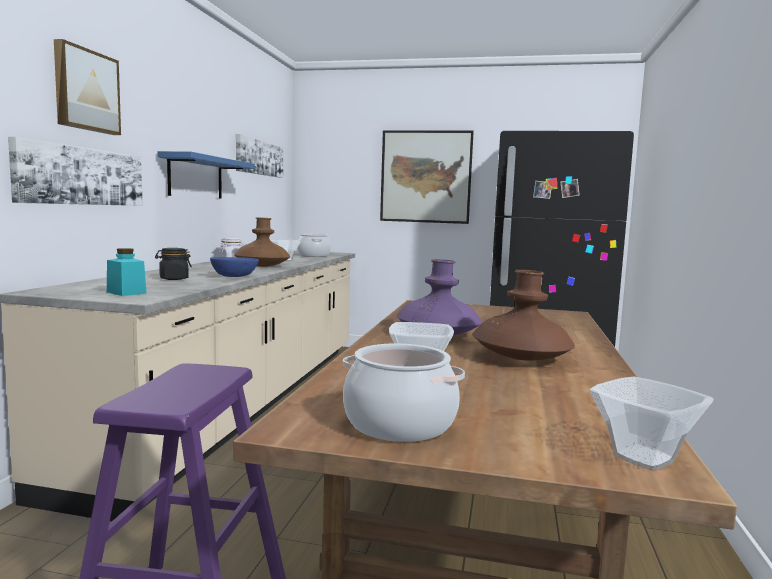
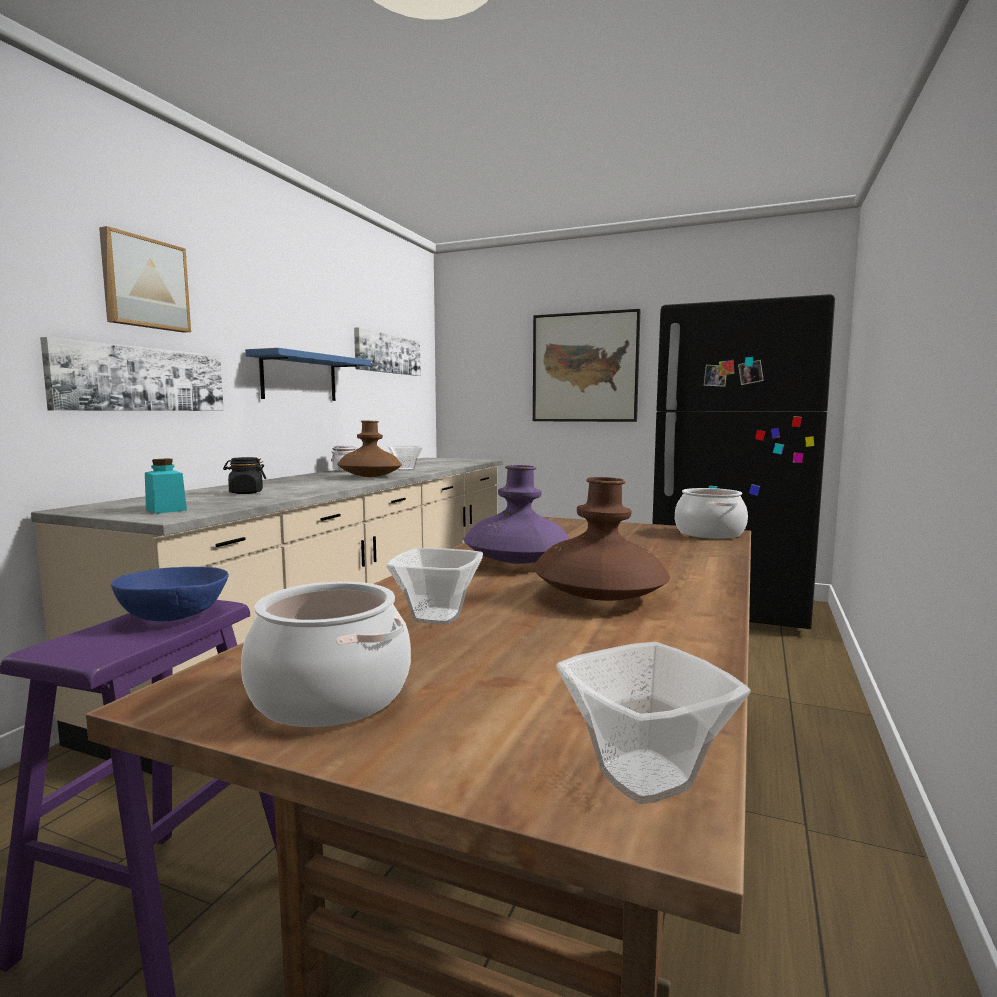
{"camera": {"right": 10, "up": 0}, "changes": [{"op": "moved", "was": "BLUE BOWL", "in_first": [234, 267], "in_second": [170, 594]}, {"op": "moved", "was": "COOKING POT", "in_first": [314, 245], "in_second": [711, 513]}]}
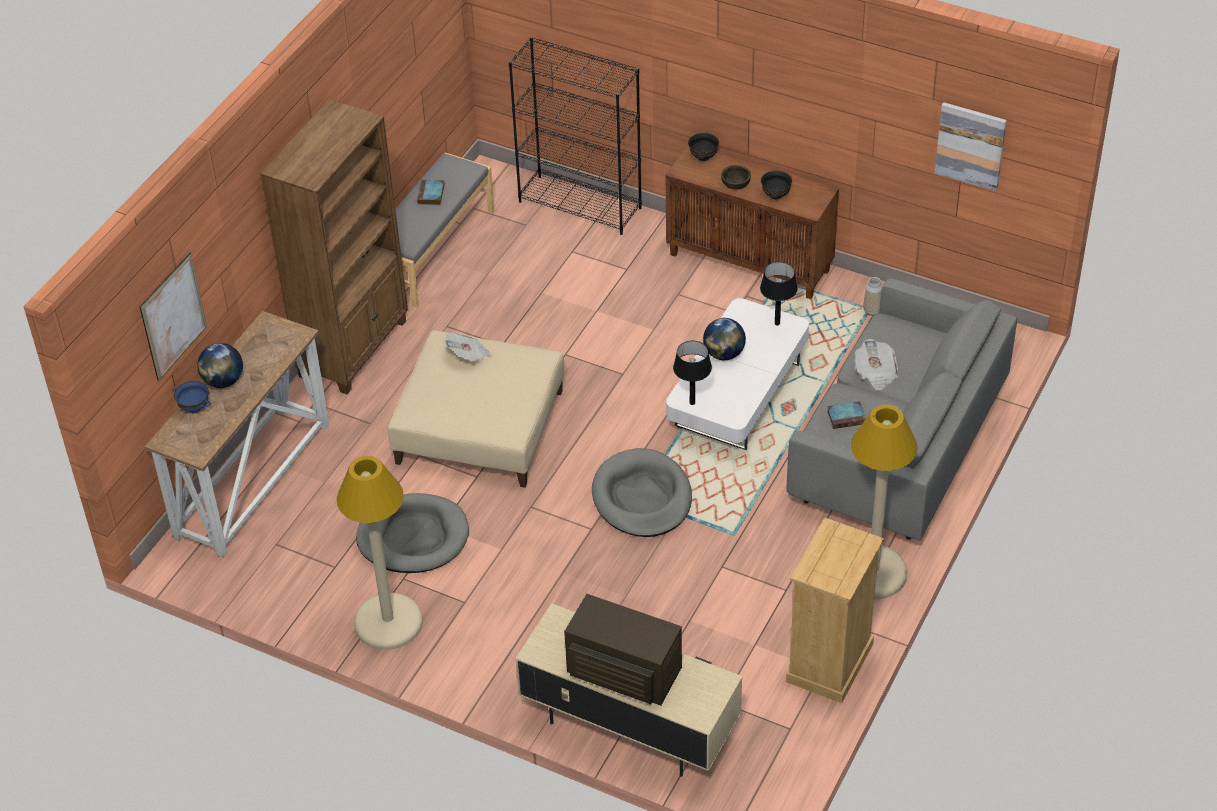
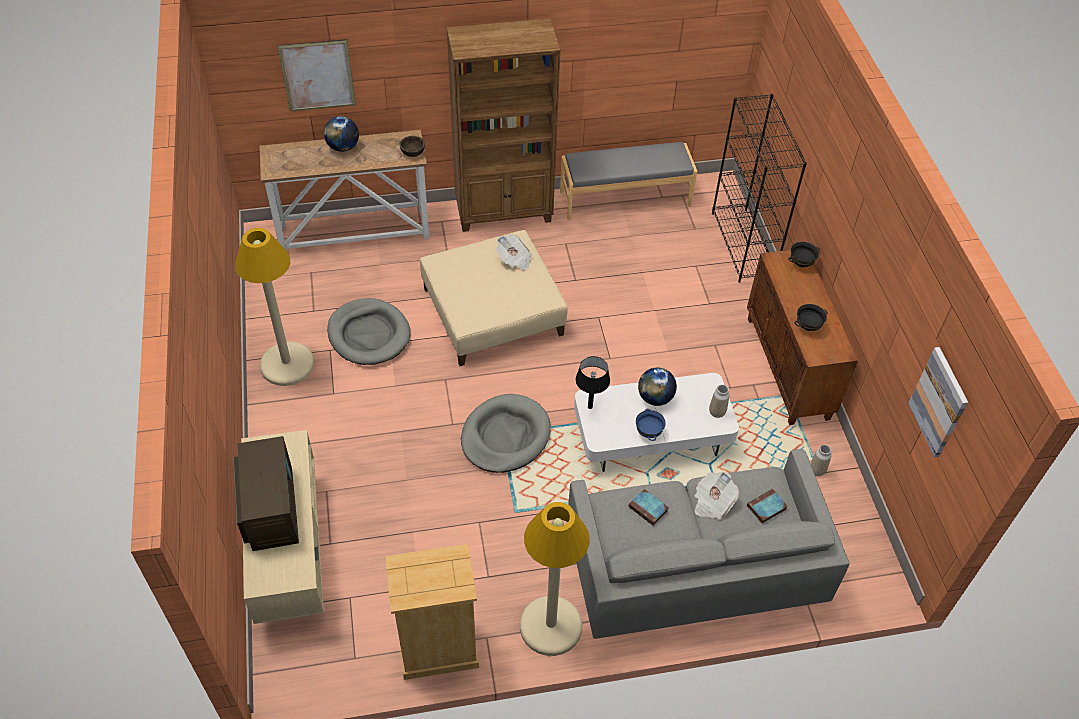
{"camera": {"right": 50, "up": 5}, "changes": [{"op": "moved", "was": "BROWN BOWL", "in_first": [736, 177], "in_second": [412, 146]}, {"op": "moved", "was": "BLUE BOWL", "in_first": [192, 397], "in_second": [651, 424]}, {"op": "replaced", "was": "BLACK TABLE LAMP", "now": "VASE", "in_first": [779, 293], "in_second": [719, 401]}, {"op": "moved", "was": "BOOK", "in_first": [431, 192], "in_second": [767, 506]}]}
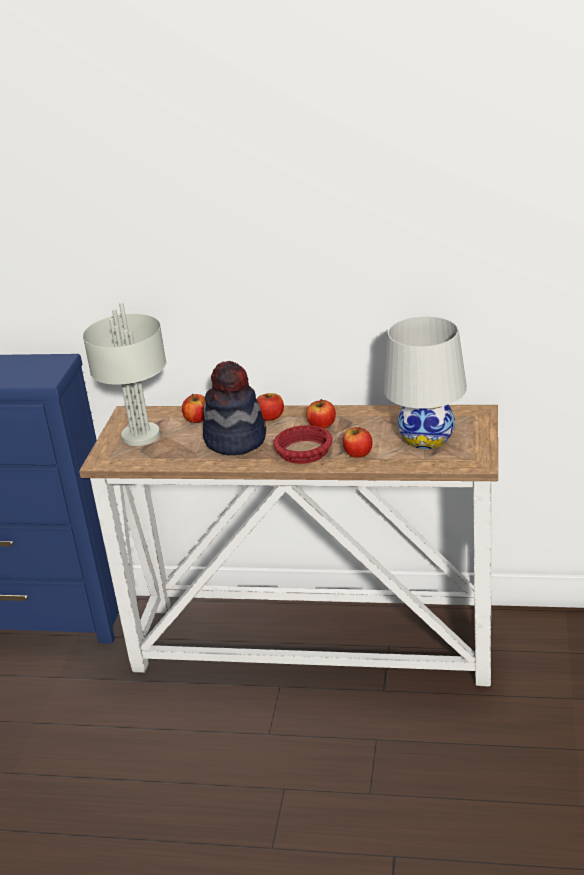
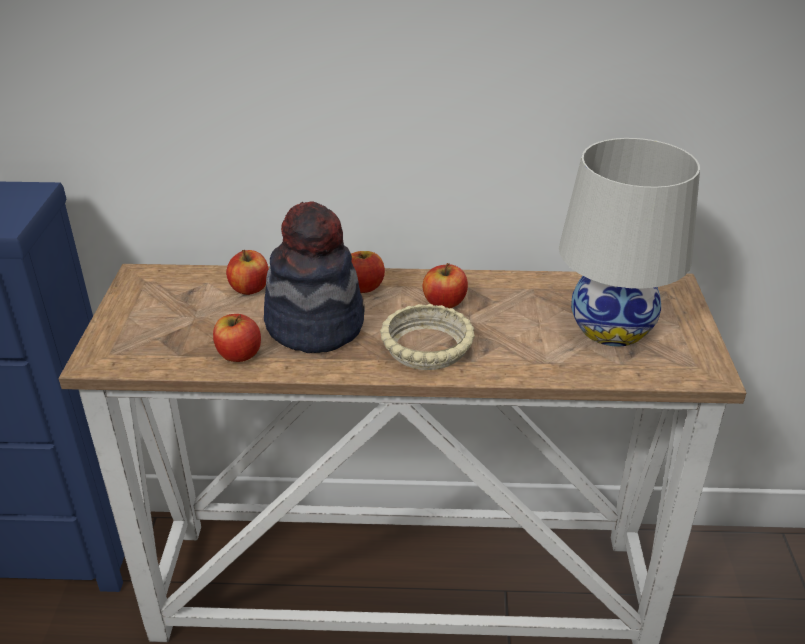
{"camera": {"right": -10, "up": 5}, "changes": [{"op": "moved", "was": "APPLE", "in_first": [357, 442], "in_second": [237, 338]}, {"op": "recoloured", "was": "RED BOWL", "now": "BEIGE BOWL", "in_first": [303, 444], "in_second": [427, 337]}, {"op": "removed", "was": "GREY TABLE LAMP", "in_first": [125, 374]}]}
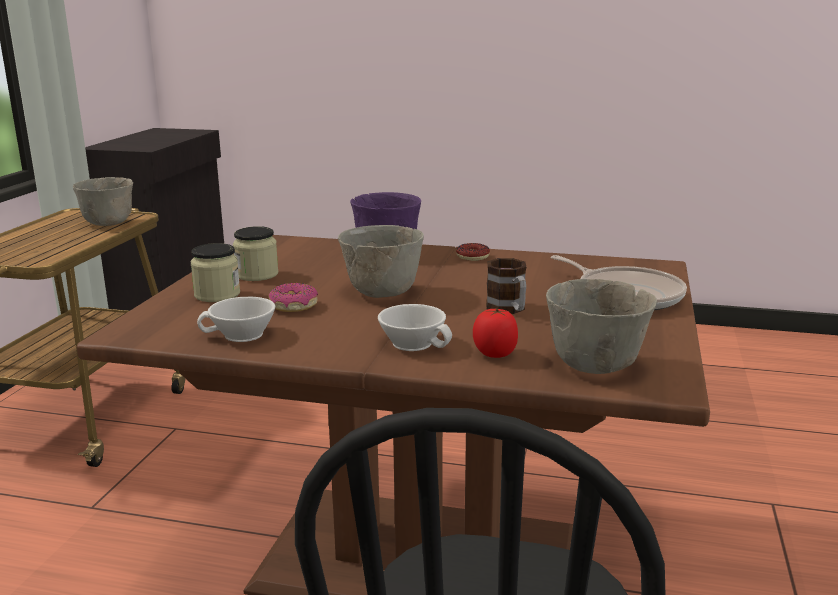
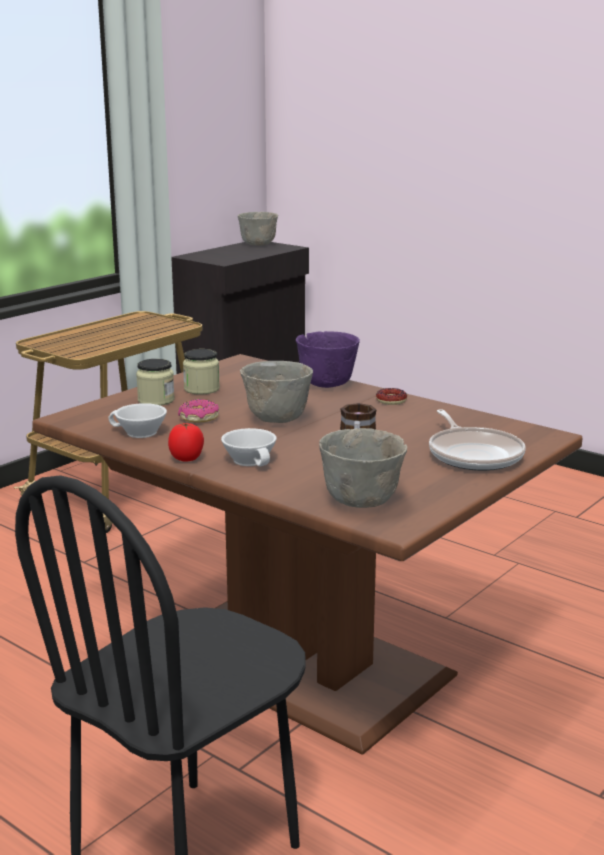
{"camera": {"right": 25, "up": 0}, "changes": [{"op": "moved", "was": "TOMATO", "in_first": [495, 333], "in_second": [186, 442]}, {"op": "moved", "was": "GREY BOWL", "in_first": [103, 201], "in_second": [258, 229]}]}
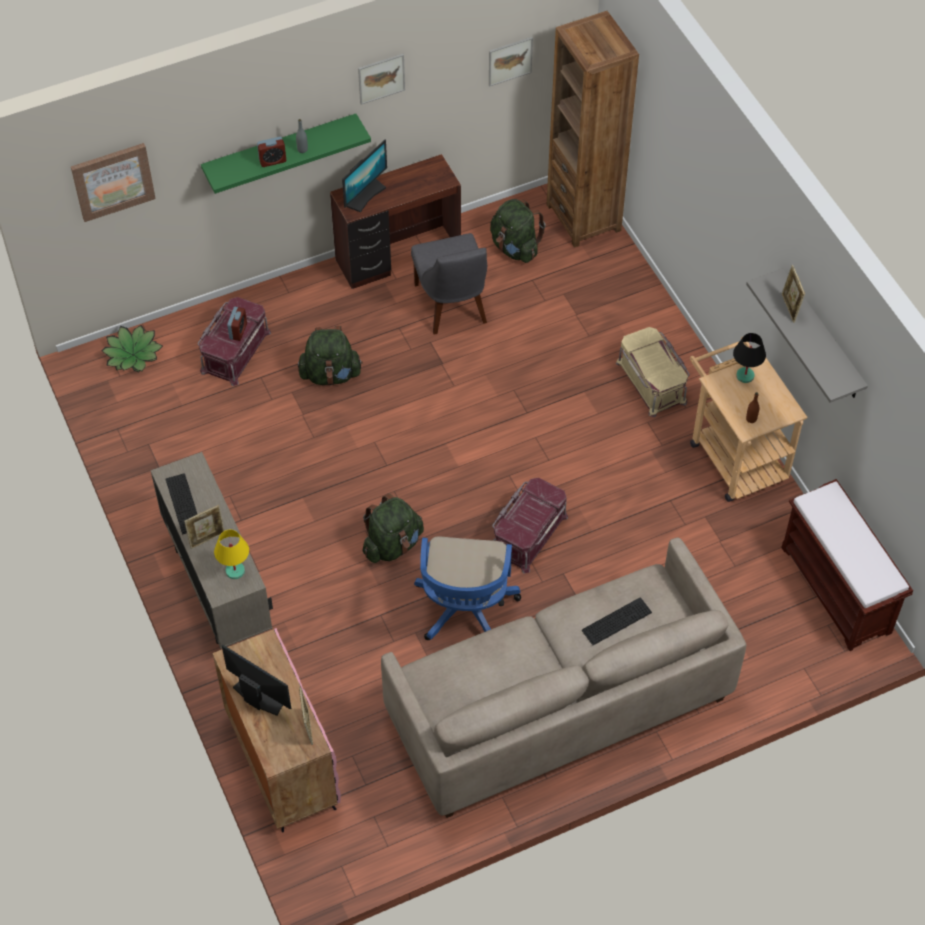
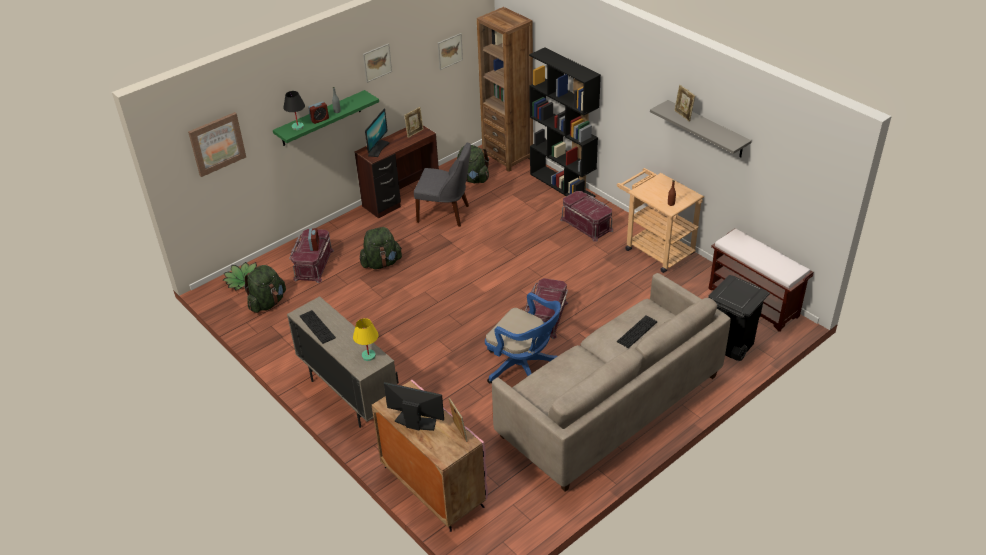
{"camera": {"right": -15, "up": -15}, "changes": [{"op": "moved", "was": "GREEN BACKPACK", "in_first": [393, 528], "in_second": [265, 289]}, {"op": "moved", "was": "BLACK TABLE LAMP", "in_first": [749, 358], "in_second": [294, 110]}, {"op": "moved", "was": "PICTURE FRAME", "in_first": [204, 527], "in_second": [413, 122]}, {"op": "turned", "was": "GREY CHAIR", "in_first": [449, 284], "in_second": [442, 184], "clockwise": -45}, {"op": "turned", "was": "BLUE OFFICE CHAIR", "in_first": [467, 588], "in_second": [523, 337], "clockwise": -45}, {"op": "added", "now": "BLACK BOOKCASE", "in_second": [565, 122]}, {"op": "recoloured", "was": "BEIGE STORAGE BOX", "now": "RED STORAGE BOX", "in_first": [653, 372], "in_second": [586, 216]}, {"op": "added", "now": "BLACK TRASH CAN", "in_second": [739, 318]}]}
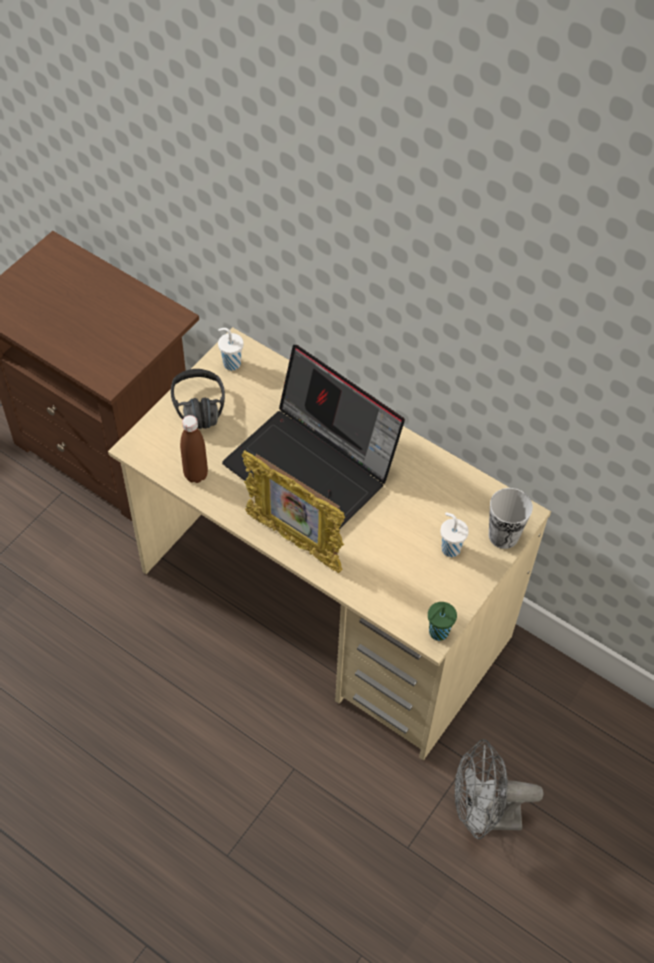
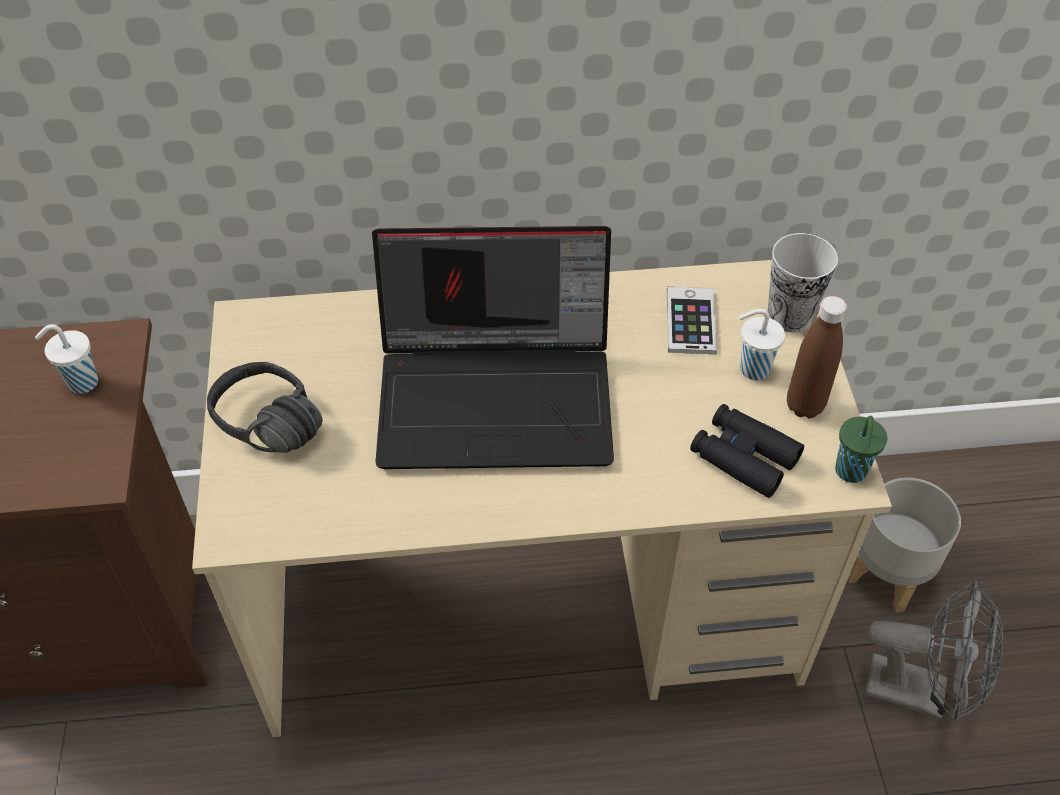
{"camera": {"right": -40, "up": -5}, "changes": [{"op": "moved", "was": "WHITE CUP", "in_first": [231, 349], "in_second": [66, 359]}, {"op": "added", "now": "PHONE", "in_second": [692, 320]}, {"op": "added", "now": "BLACK BINOCULARS", "in_second": [747, 451]}, {"op": "moved", "was": "BROWN BOTTLE", "in_first": [194, 449], "in_second": [817, 357]}, {"op": "added", "now": "GREY PLANTER", "in_second": [904, 544]}, {"op": "turned", "was": "GREY FAN", "in_first": [499, 789], "in_second": [933, 651], "clockwise": -120}, {"op": "removed", "was": "PICTURE FRAME", "in_first": [293, 511]}]}
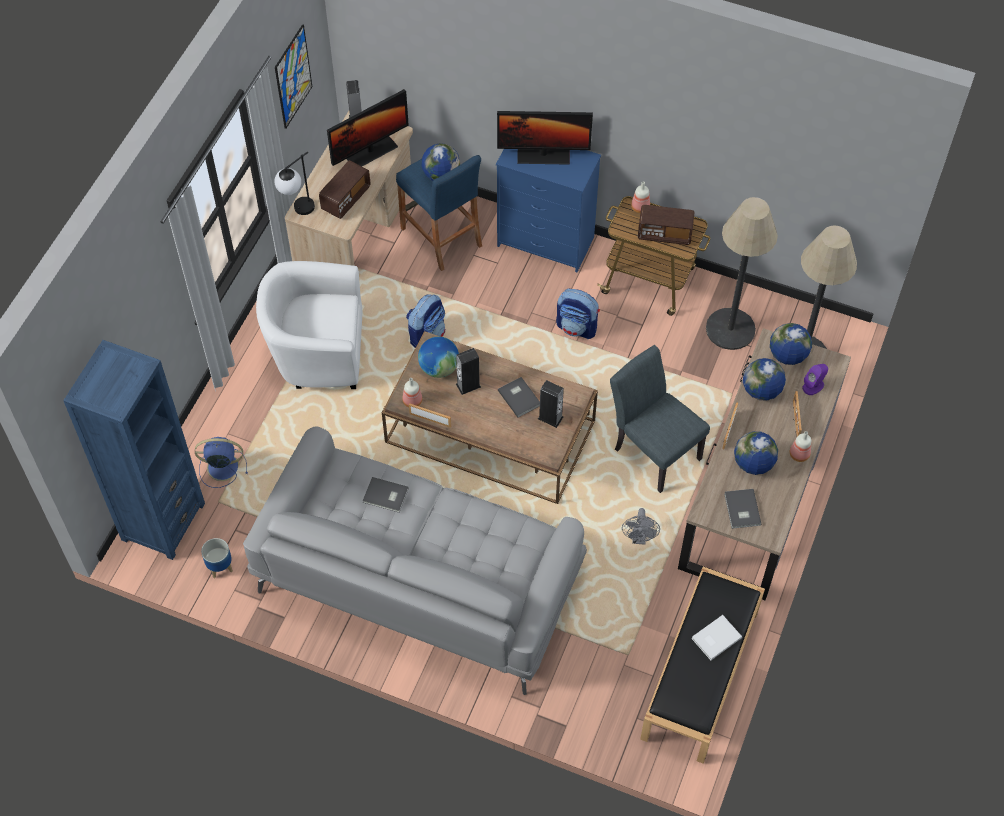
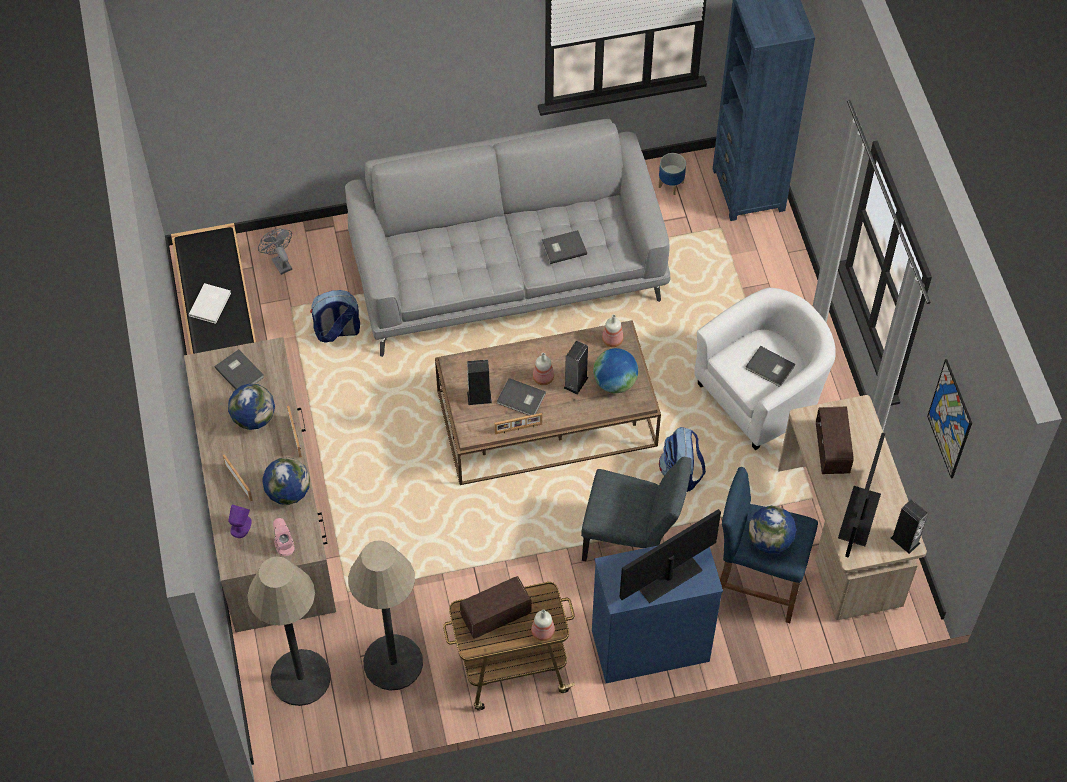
{"camera": {"right": 145, "up": 0}, "changes": [{"op": "moved", "was": "GREY FAN", "in_first": [641, 526], "in_second": [275, 252]}, {"op": "replaced", "was": "GLOBE", "now": "PINK SPEAKER", "in_first": [791, 344], "in_second": [283, 537]}, {"op": "moved", "was": "BACKPACK", "in_first": [578, 314], "in_second": [335, 316]}, {"op": "moved", "was": "PICTURE FRAME", "in_first": [430, 415], "in_second": [518, 423]}, {"op": "moved", "was": "BOTTLE", "in_first": [800, 446], "in_second": [543, 369]}, {"op": "moved", "was": "GREY CHAIR", "in_first": [660, 419], "in_second": [636, 509]}, {"op": "added", "now": "GREY BOOK", "in_second": [770, 366]}, {"op": "removed", "was": "BLUE FAN", "in_first": [221, 462]}, {"op": "removed", "was": "TABLE LAMP", "in_first": [294, 183]}]}
